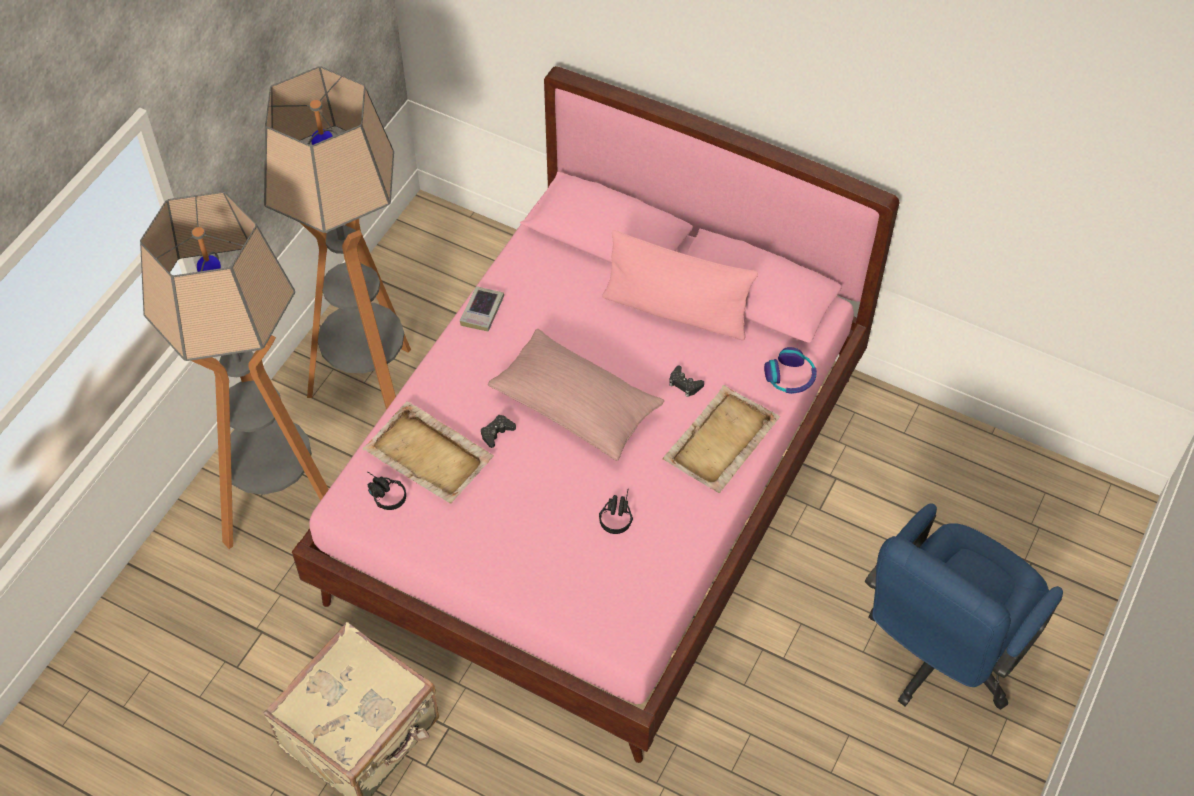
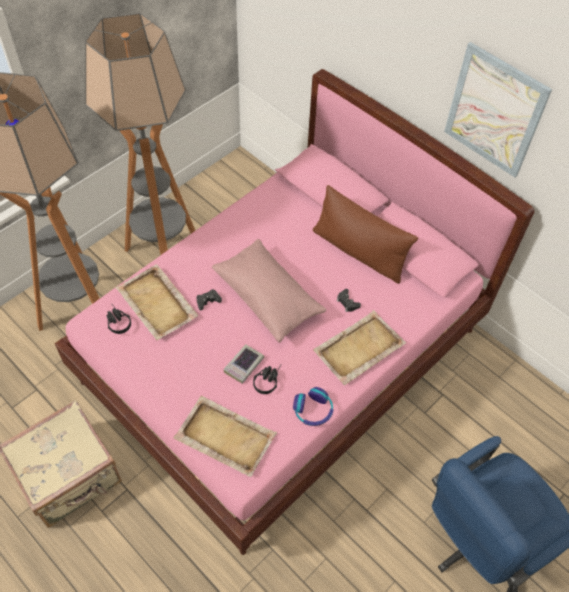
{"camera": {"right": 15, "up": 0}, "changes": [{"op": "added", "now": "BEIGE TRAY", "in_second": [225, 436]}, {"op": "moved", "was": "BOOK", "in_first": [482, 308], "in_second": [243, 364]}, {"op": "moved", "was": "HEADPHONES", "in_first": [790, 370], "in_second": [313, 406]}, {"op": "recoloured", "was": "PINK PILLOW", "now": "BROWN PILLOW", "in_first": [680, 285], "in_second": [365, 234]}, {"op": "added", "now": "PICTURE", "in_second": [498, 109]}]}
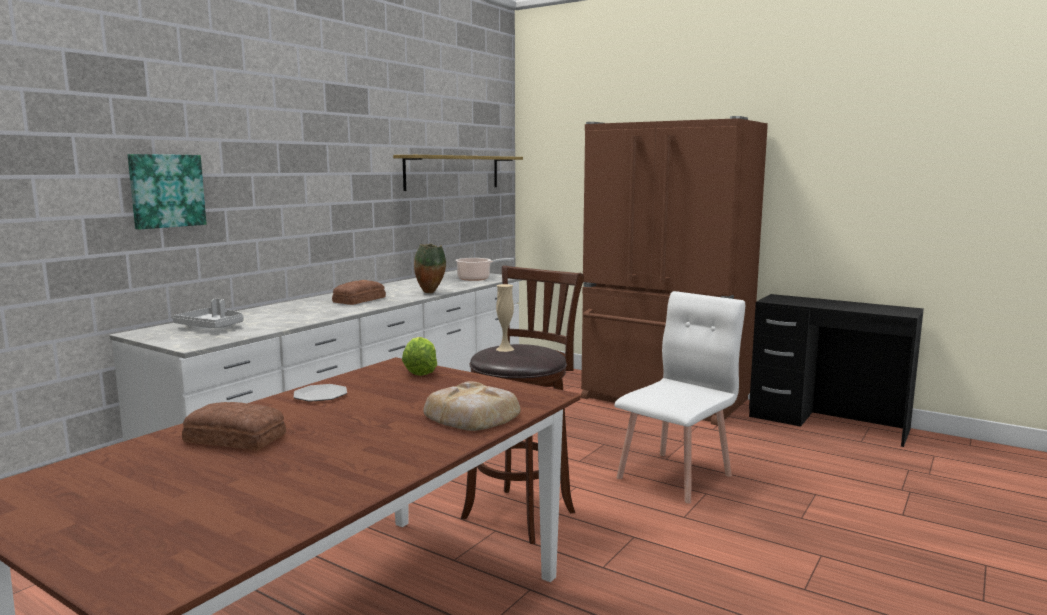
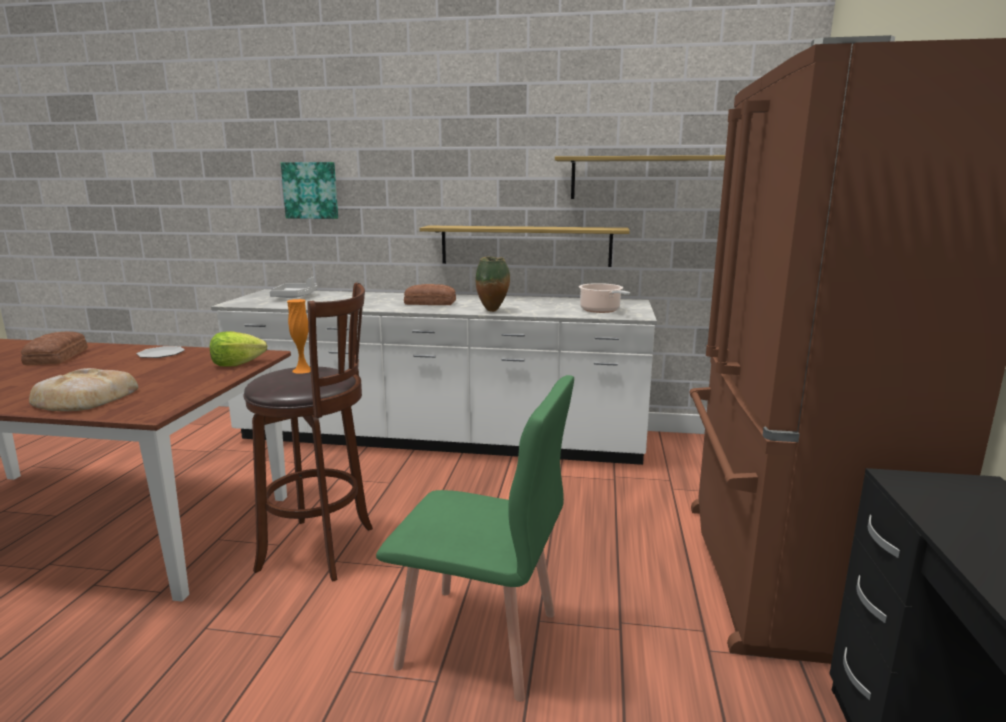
{"camera": {"right": 65, "up": 5}, "changes": [{"op": "recoloured", "was": "BEIGE VASE", "now": "ORANGE VASE", "in_first": [505, 318], "in_second": [299, 336]}, {"op": "recoloured", "was": "WHITE CHAIR", "now": "GREEN CHAIR", "in_first": [680, 397], "in_second": [475, 538]}, {"op": "added", "now": "SHELF", "in_second": [524, 246]}]}
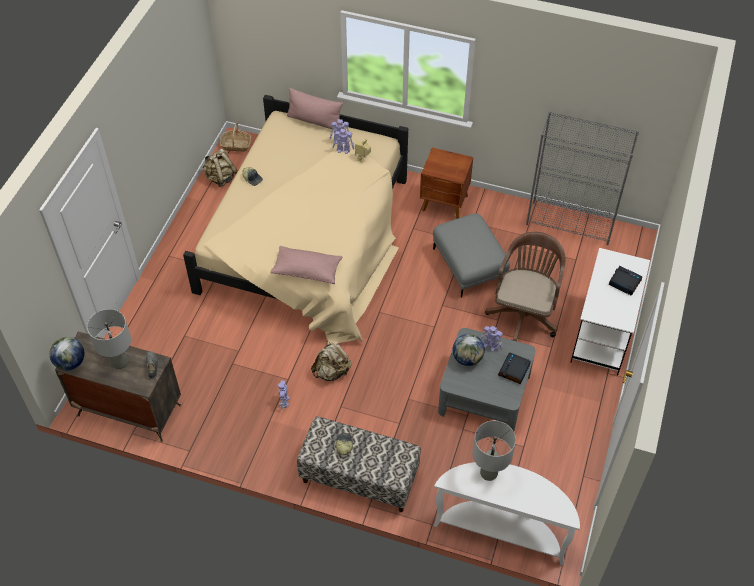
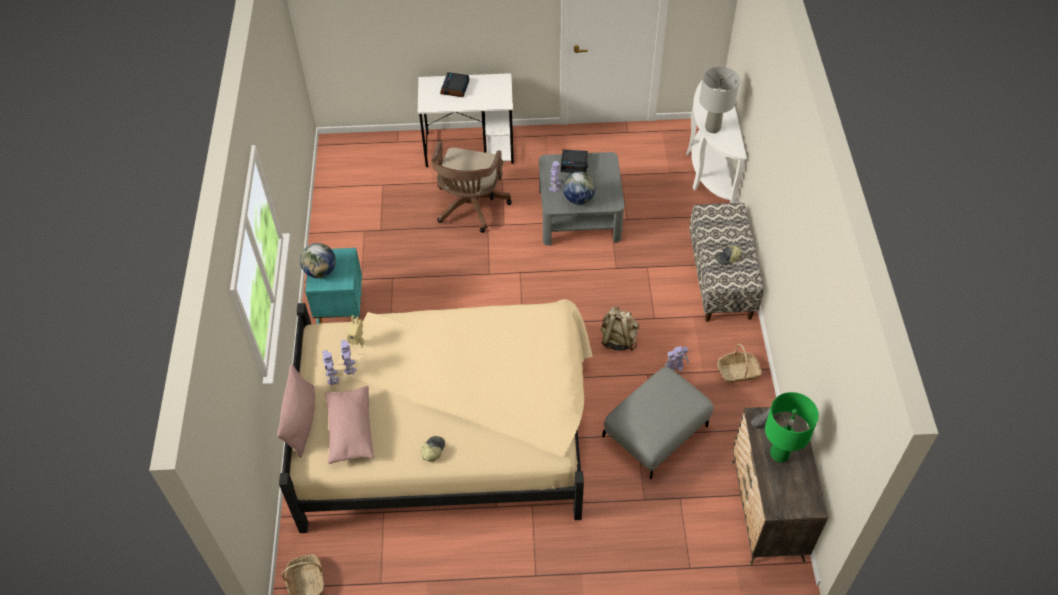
{"camera": {"right": -110, "up": 0}, "changes": [{"op": "moved", "was": "GLOBE", "in_first": [66, 354], "in_second": [318, 260]}, {"op": "recoloured", "was": "BROWN NIGHTSTAND", "now": "TURQUOISE NIGHTSTAND", "in_first": [446, 183], "in_second": [333, 286]}, {"op": "moved", "was": "PINK PILLOW", "in_first": [306, 265], "in_second": [349, 425]}, {"op": "turned", "was": "BROWN OFFICE CHAIR", "in_first": [525, 286], "in_second": [471, 187], "clockwise": -75}, {"op": "moved", "was": "GREY OTTOMAN", "in_first": [471, 255], "in_second": [657, 423]}, {"op": "added", "now": "BASKET", "in_second": [739, 363]}, {"op": "recoloured", "was": "GREY TABLE LAMP", "now": "GREEN TABLE LAMP", "in_first": [109, 339], "in_second": [792, 427]}, {"op": "removed", "was": "BEIGE BACKPACK", "in_first": [220, 168]}, {"op": "removed", "was": "GREY BOOKCASE", "in_first": [582, 178]}]}
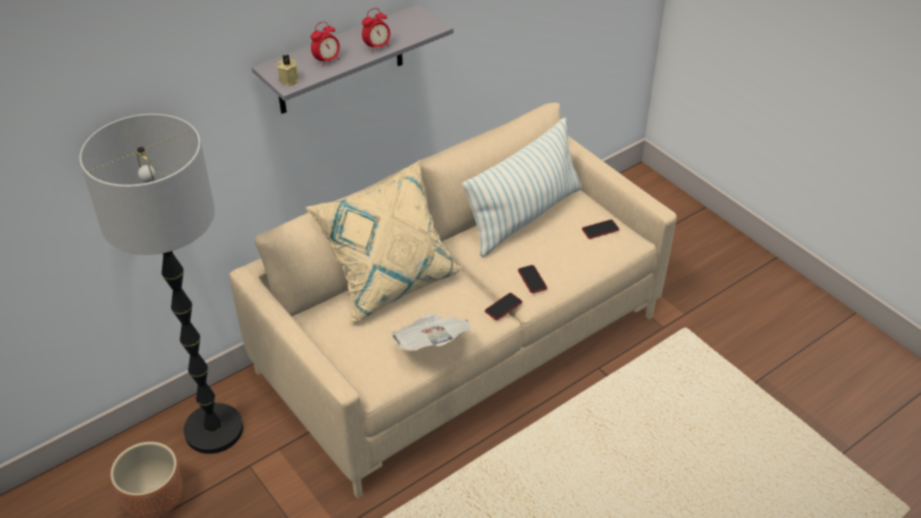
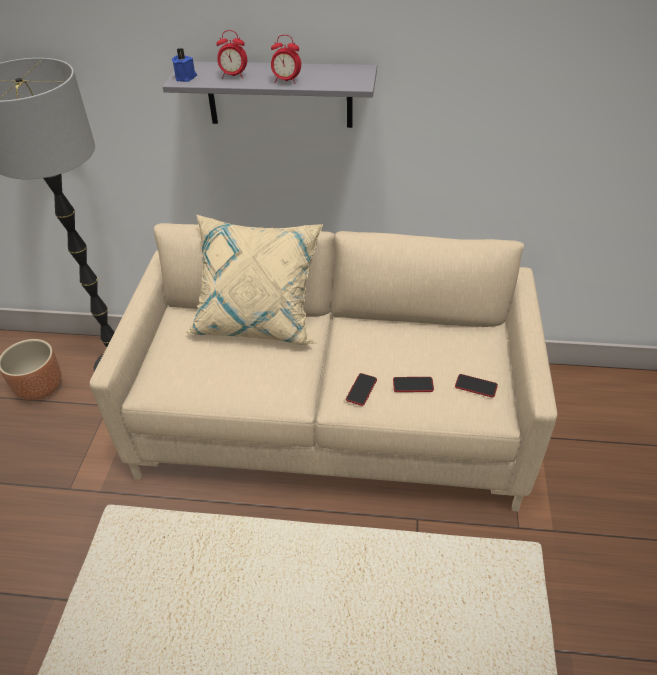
{"camera": {"right": 45, "up": 0}, "changes": [{"op": "recoloured", "was": "BEIGE CANDLE", "now": "BLUE CANDLE", "in_first": [288, 70], "in_second": [184, 65]}, {"op": "moved", "was": "PHONE", "in_first": [503, 306], "in_second": [413, 384]}, {"op": "removed", "was": "NEWSPAPER", "in_first": [430, 332]}, {"op": "removed", "was": "PILLOW", "in_first": [522, 187]}]}
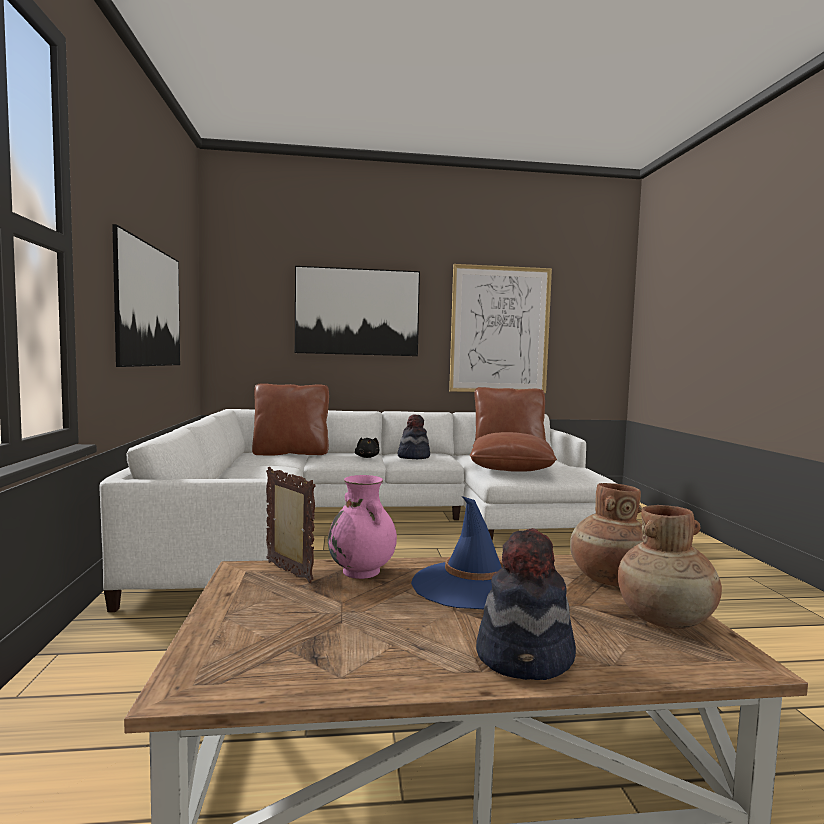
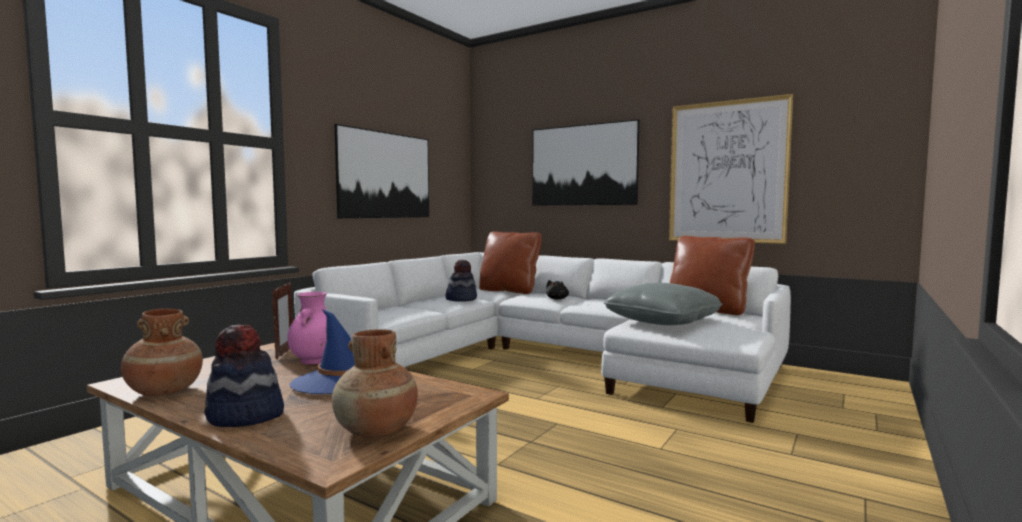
{"camera": {"right": 40, "up": 0}, "changes": [{"op": "moved", "was": "BROWN VASE", "in_first": [606, 534], "in_second": [162, 352]}, {"op": "moved", "was": "HAT", "in_first": [413, 436], "in_second": [461, 281]}, {"op": "recoloured", "was": "BROWN PILLOW", "now": "GREY PILLOW", "in_first": [513, 452], "in_second": [663, 304]}]}
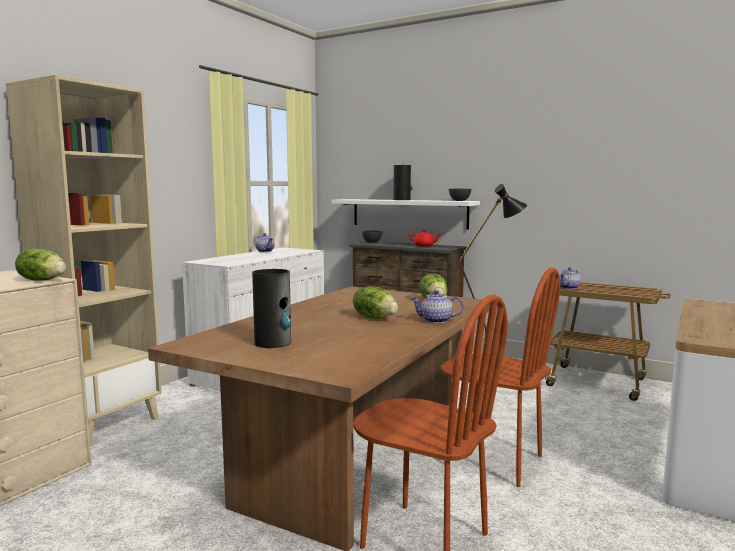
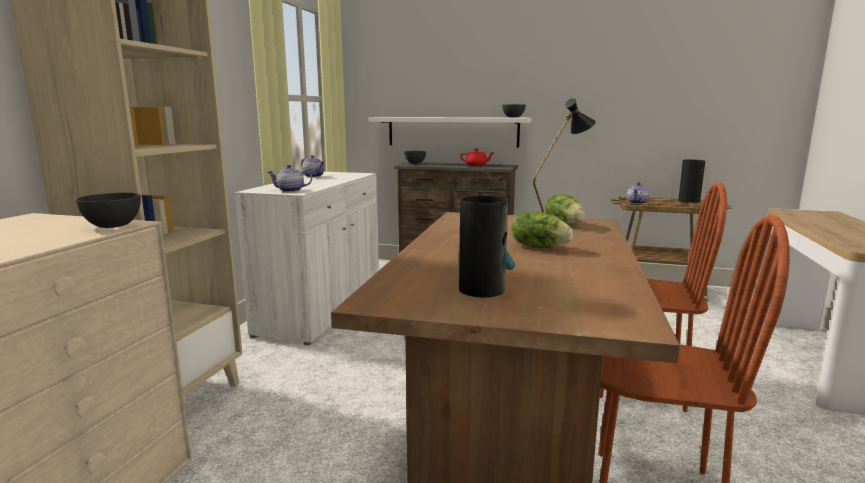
{"camera": {"right": -15, "up": 5}, "changes": [{"op": "replaced", "was": "LETTUCE", "now": "GREY BOWL", "in_first": [40, 265], "in_second": [108, 210]}, {"op": "moved", "was": "TEAPOT", "in_first": [437, 306], "in_second": [290, 178]}, {"op": "moved", "was": "VASE", "in_first": [403, 182], "in_second": [691, 181]}]}
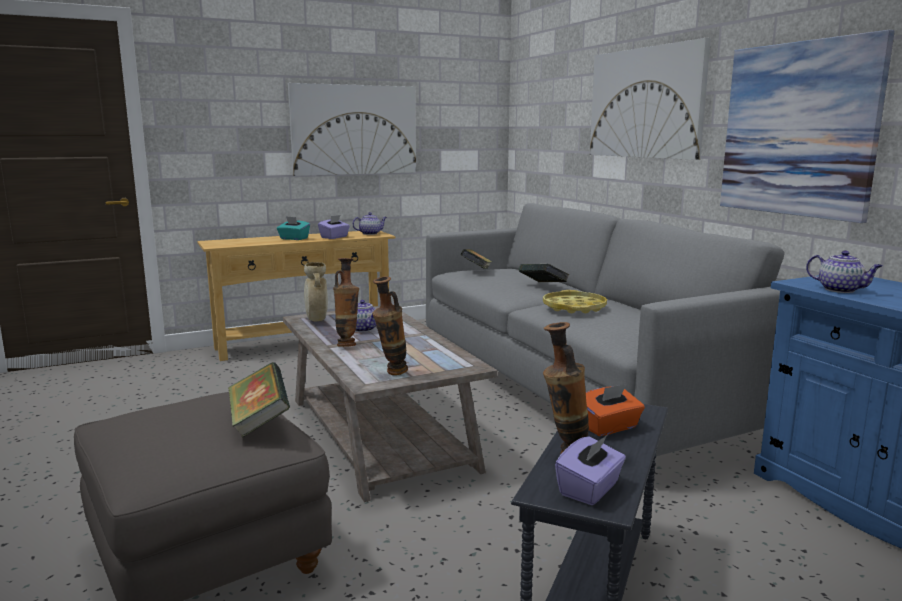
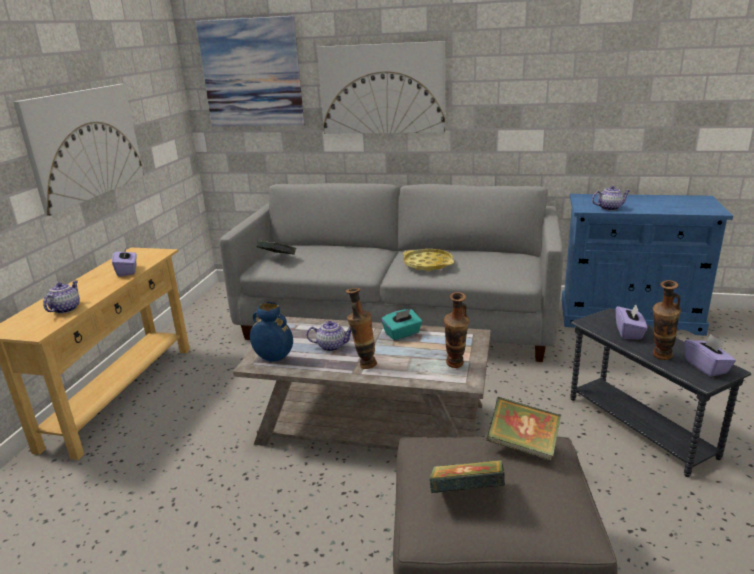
{"camera": {"right": -50, "up": 10}, "changes": [{"op": "moved", "was": "TEAPOT", "in_first": [369, 223], "in_second": [61, 297]}, {"op": "moved", "was": "PICTURE", "in_first": [807, 126], "in_second": [250, 71]}, {"op": "recoloured", "was": "BEIGE VASE", "now": "BLUE VASE", "in_first": [316, 291], "in_second": [271, 331]}, {"op": "moved", "was": "TURQUOISE TISSUE BOX", "in_first": [293, 228], "in_second": [401, 324]}, {"op": "moved", "was": "BOOK", "in_first": [543, 273], "in_second": [467, 476]}, {"op": "recoloured", "was": "ORANGE TISSUE BOX", "now": "PURPLE TISSUE BOX", "in_first": [615, 410], "in_second": [631, 322]}]}
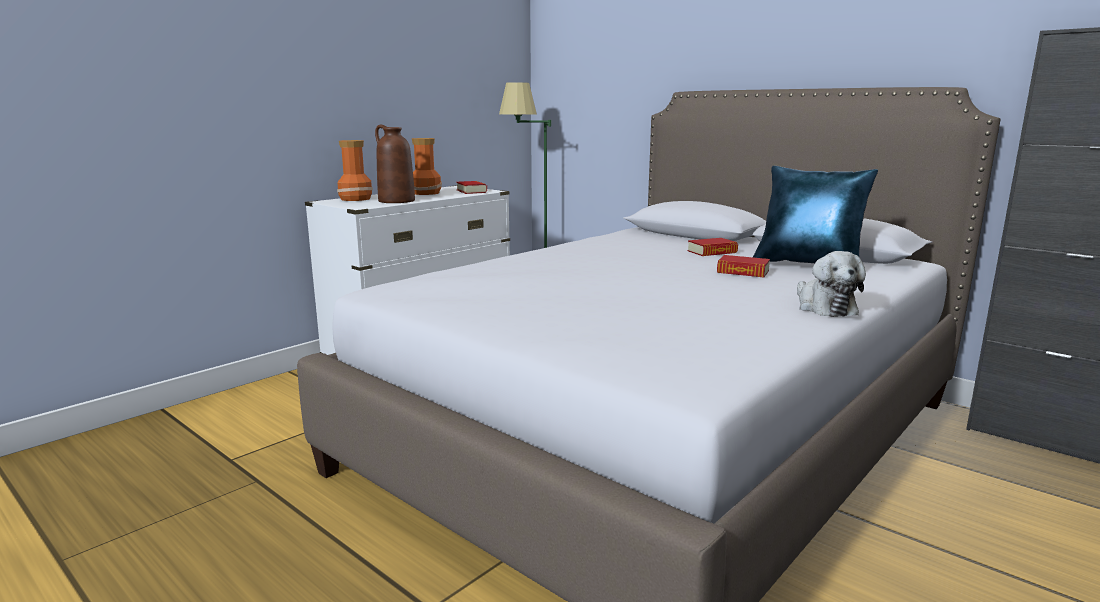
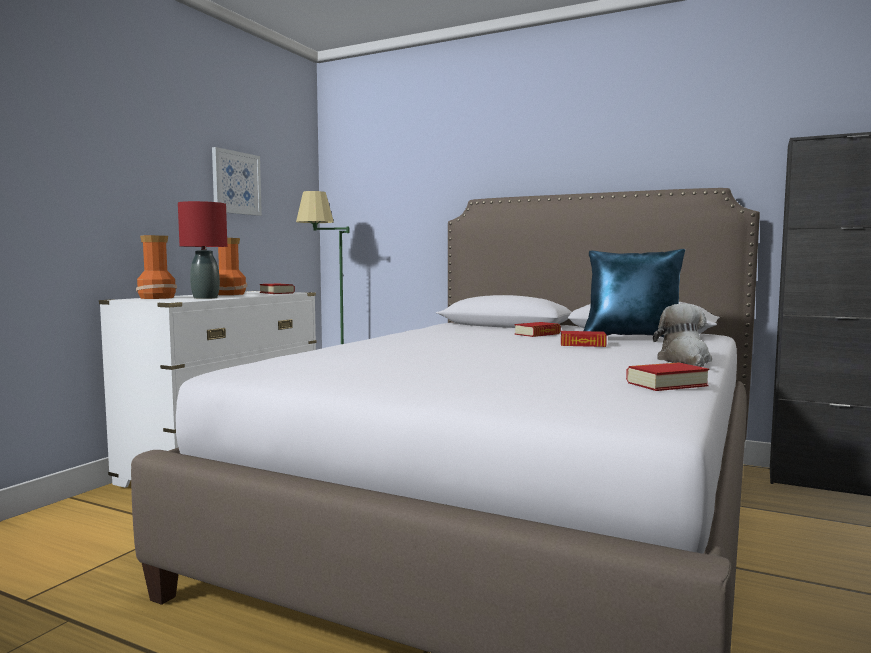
{"camera": {"right": -15, "up": -10}, "changes": [{"op": "replaced", "was": "BROWN VASE", "now": "RED TABLE LAMP", "in_first": [395, 163], "in_second": [202, 250]}, {"op": "added", "now": "PICTURE", "in_second": [237, 181]}, {"op": "added", "now": "BOOK", "in_second": [667, 376]}, {"op": "turned", "was": "PLUSH TOY", "in_first": [831, 284], "in_second": [682, 335], "clockwise": -150}]}
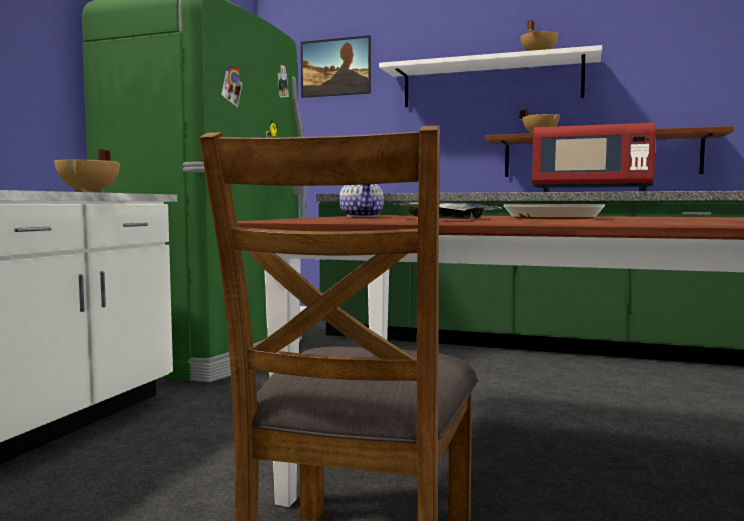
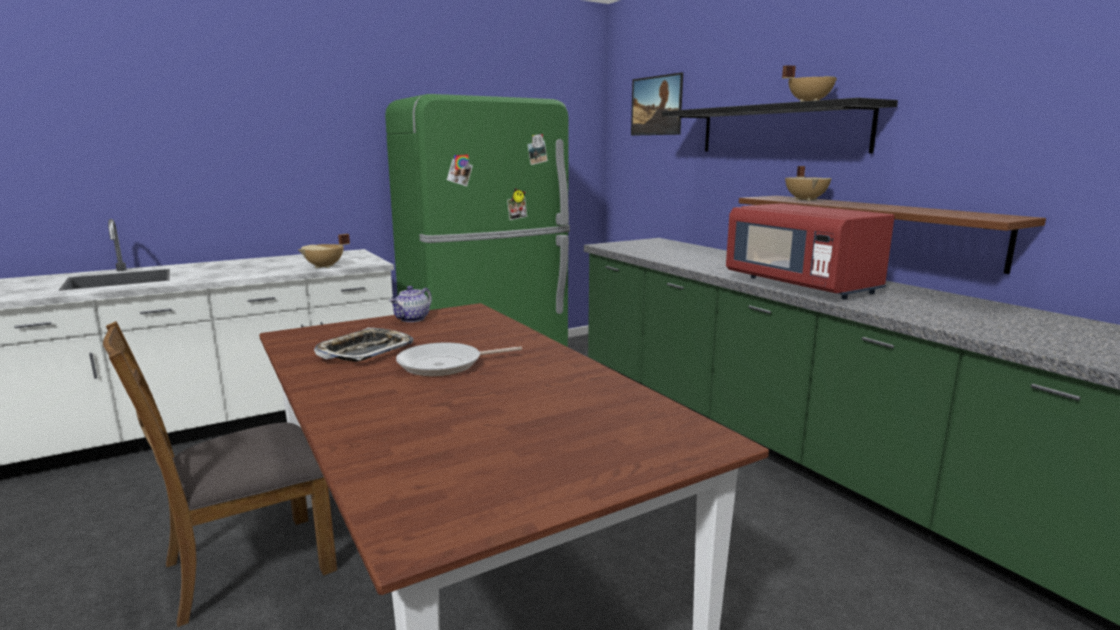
{"camera": {"right": 40, "up": 10}, "changes": [{"op": "recoloured", "was": "WHITE SHELF", "now": "BLACK SHELF", "in_first": [490, 76], "in_second": [780, 125]}]}
